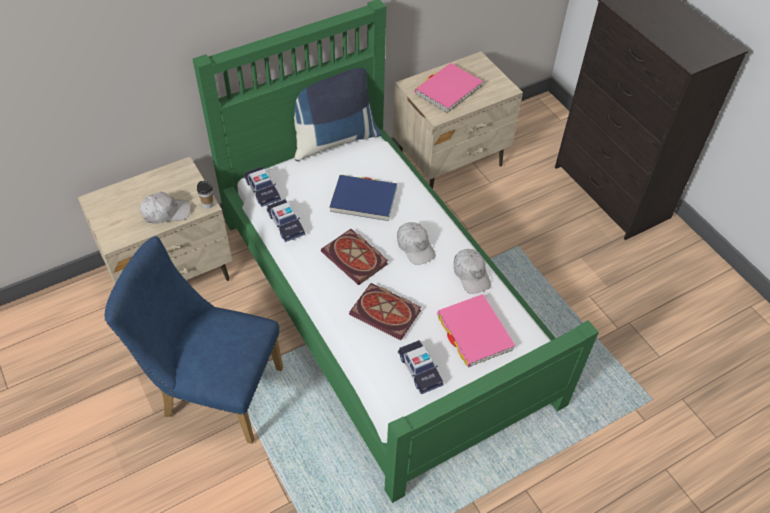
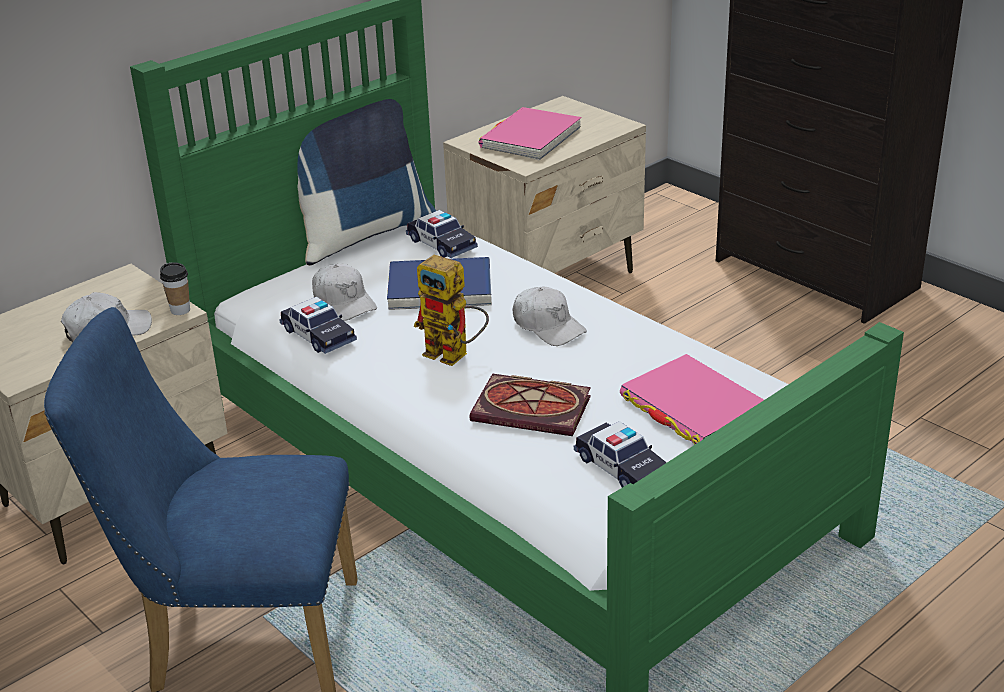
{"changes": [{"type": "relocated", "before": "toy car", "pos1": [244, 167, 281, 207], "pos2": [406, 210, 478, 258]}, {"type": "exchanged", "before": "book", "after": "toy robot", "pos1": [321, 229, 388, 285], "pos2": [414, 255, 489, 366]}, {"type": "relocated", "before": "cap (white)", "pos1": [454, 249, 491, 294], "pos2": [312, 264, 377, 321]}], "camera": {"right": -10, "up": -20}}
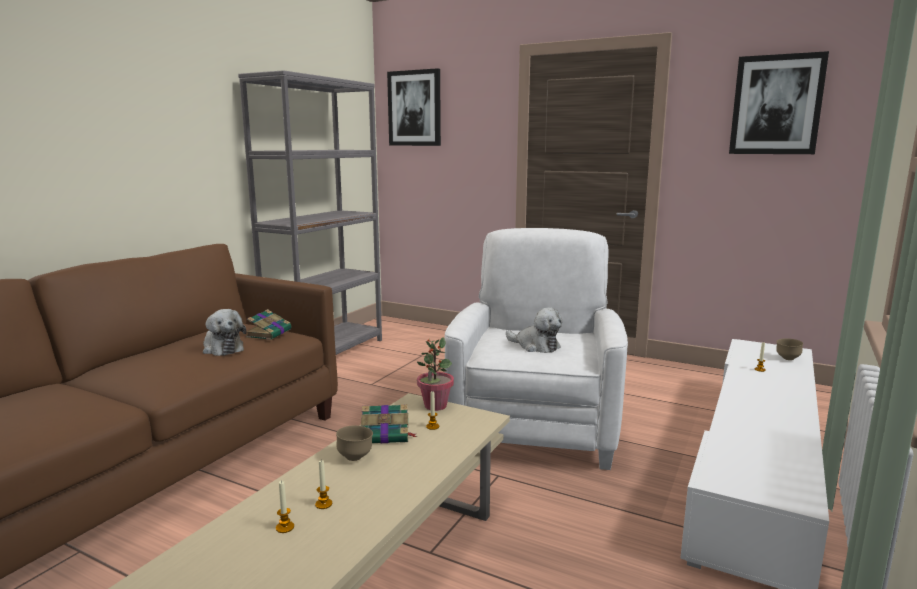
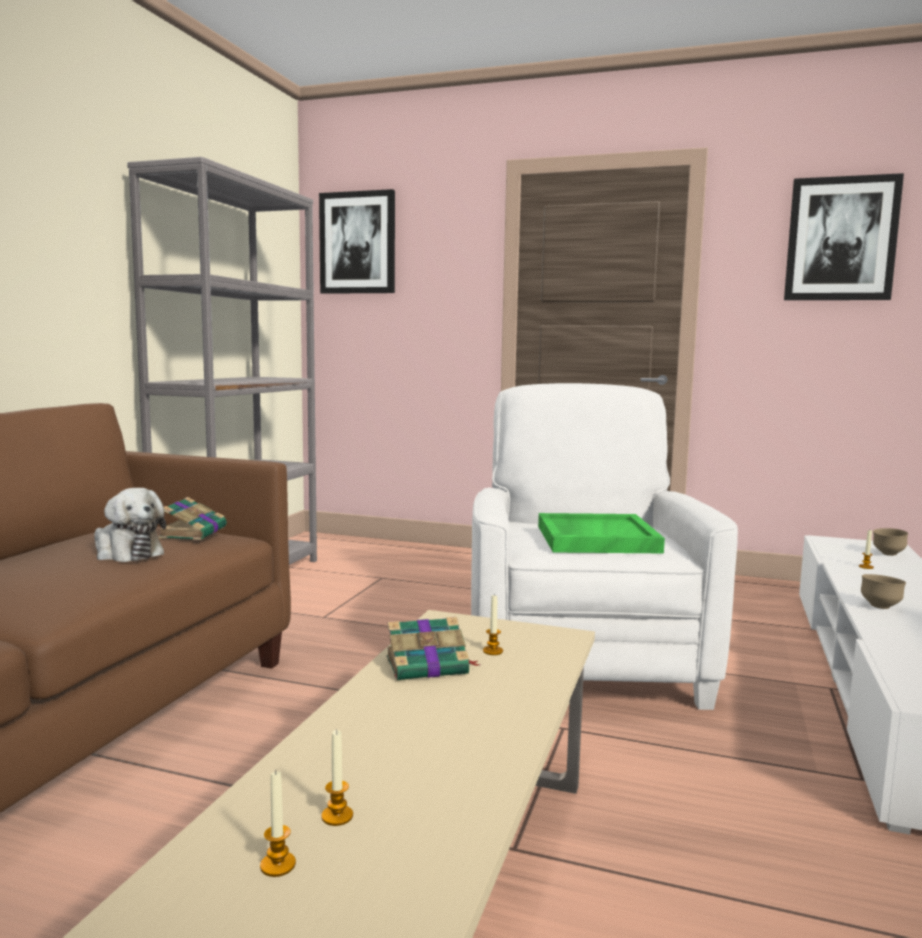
{"changes": [{"type": "relocated", "before": "candle", "pos1": [315, 460, 332, 509], "pos2": [260, 770, 296, 877]}, {"type": "relocated", "before": "bowl (brown)", "pos1": [336, 426, 373, 461], "pos2": [861, 574, 906, 609]}, {"type": "missing", "before": "potted plant", "pos1": [417, 337, 454, 411]}, {"type": "exchanged", "before": "plush toy", "after": "tray (green)", "pos1": [506, 307, 562, 353], "pos2": [538, 513, 665, 553]}], "camera": {"right": -10, "up": -5}}
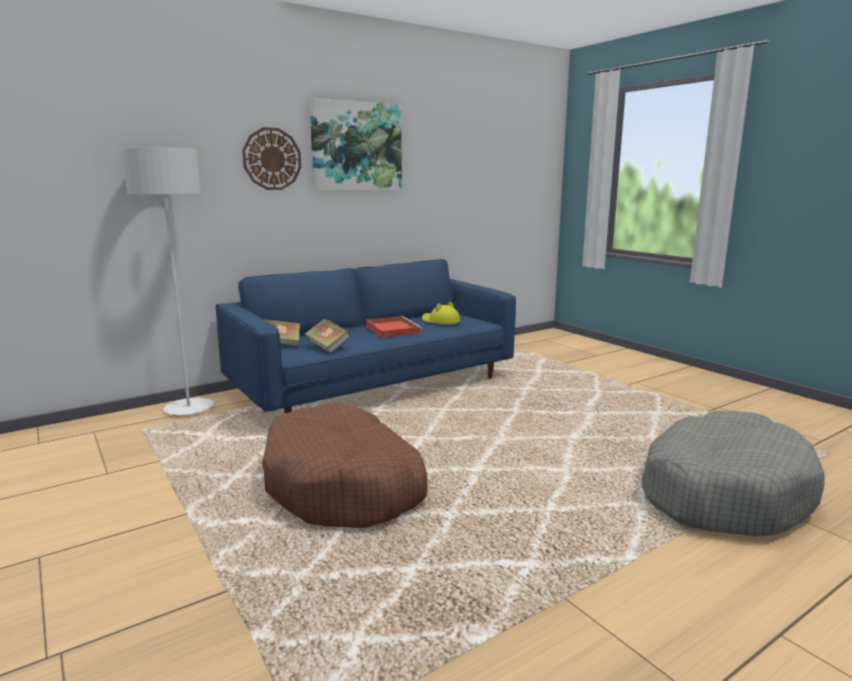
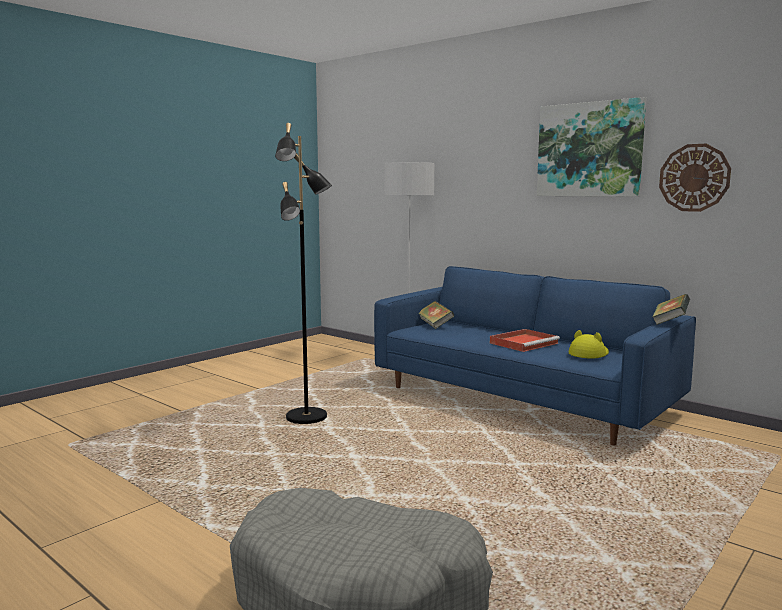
{"changes": [{"type": "relocated", "before": "wall clock", "pos1": [242, 127, 301, 190], "pos2": [659, 144, 731, 212]}, {"type": "exchanged", "before": "dog bed (brown)", "after": "floor lamp (black)", "pos1": [262, 403, 428, 528], "pos2": [275, 123, 332, 424]}, {"type": "relocated", "before": "book", "pos1": [305, 318, 351, 353], "pos2": [652, 294, 690, 325]}], "camera": {"right": 75, "up": -5}}
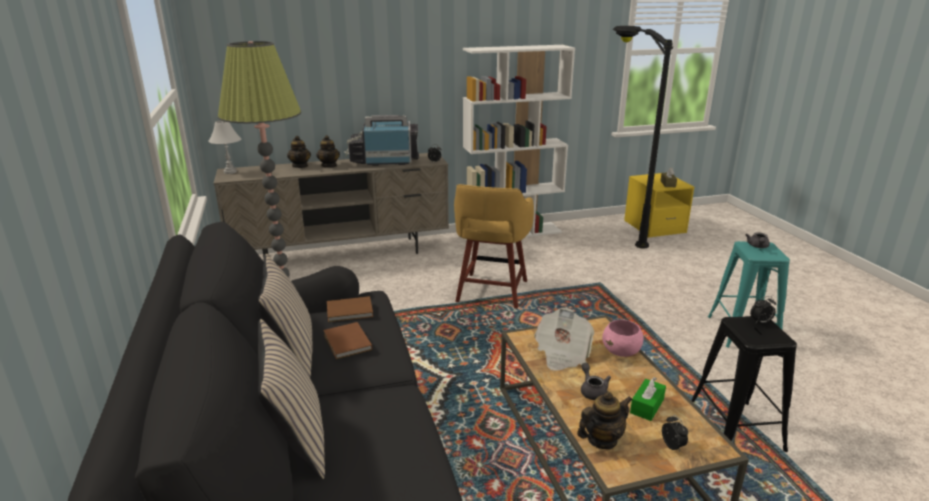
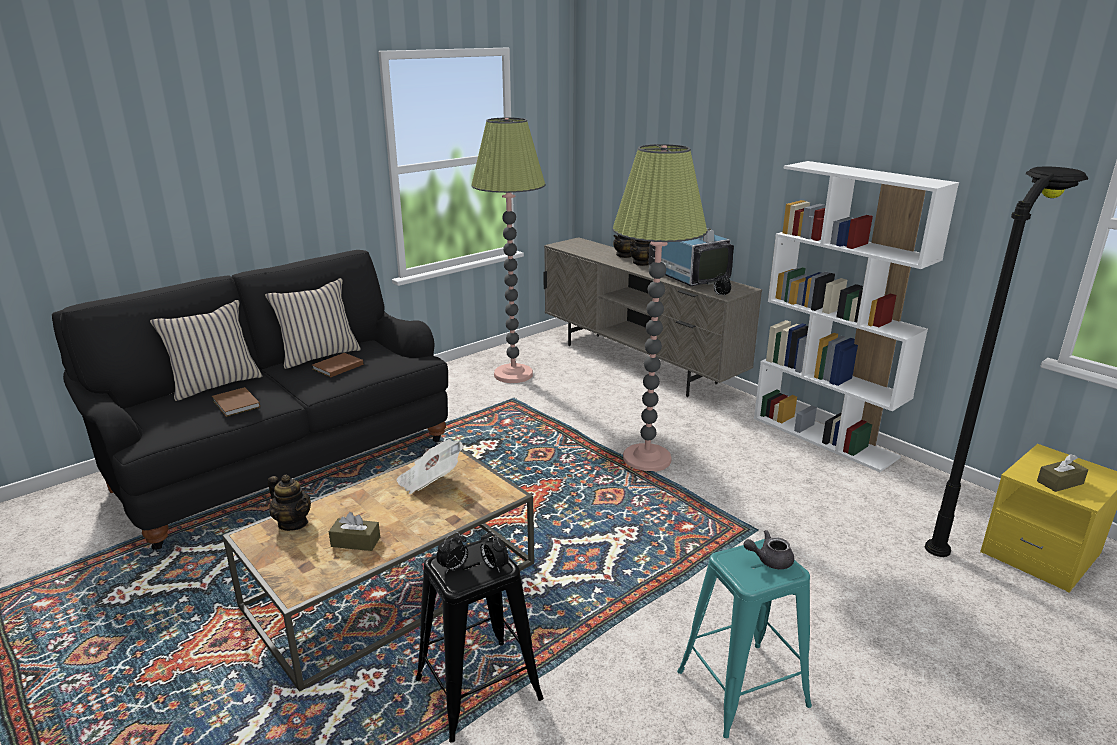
{"changes": [{"type": "missing", "before": "table lamp (white)", "pos1": [208, 120, 242, 174]}, {"type": "relocated", "before": "book (brown)", "pos1": [327, 296, 373, 322], "pos2": [212, 387, 260, 417]}, {"type": "exchanged", "before": "stool (yellow)", "after": "floor lamp", "pos1": [454, 184, 534, 309], "pos2": [613, 144, 707, 472]}, {"type": "missing", "before": "teapot (grey)", "pos1": [581, 363, 611, 400]}, {"type": "missing", "before": "bowl (pink)", "pos1": [602, 319, 644, 357]}, {"type": "colour", "before": "tissue box (green)", "after": "tissue box (brown)", "pos1": [630, 377, 666, 421], "pos2": [329, 512, 380, 551]}, {"type": "relocated", "before": "alarm clock", "pos1": [662, 415, 688, 452], "pos2": [436, 532, 468, 573]}], "camera": {"right": 65, "up": 0}}
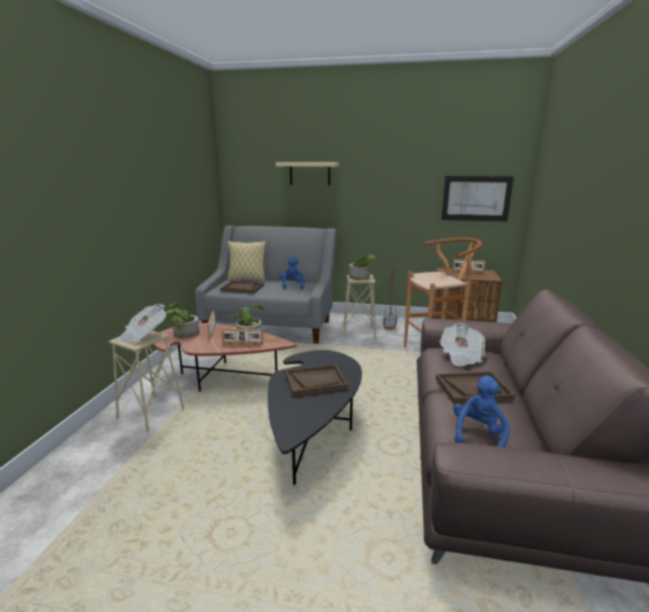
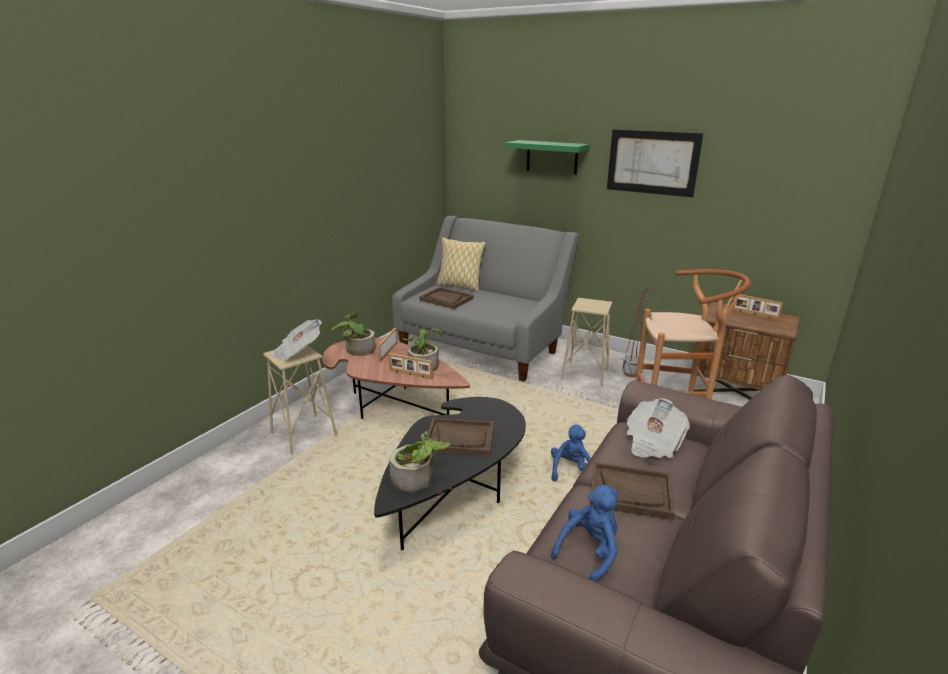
{"changes": [{"type": "colour", "before": "shelf (beige)", "after": "shelf (green)", "pos1": [276, 162, 339, 185], "pos2": [505, 140, 590, 175]}, {"type": "relocated", "before": "plush toy (blue)", "pos1": [279, 257, 305, 289], "pos2": [551, 424, 591, 481]}, {"type": "relocated", "before": "potted plant", "pos1": [349, 254, 376, 280], "pos2": [389, 431, 450, 492]}, {"type": "relocated", "before": "picture", "pos1": [441, 176, 514, 222], "pos2": [607, 129, 703, 197]}], "camera": {"right": 20, "up": 5}}
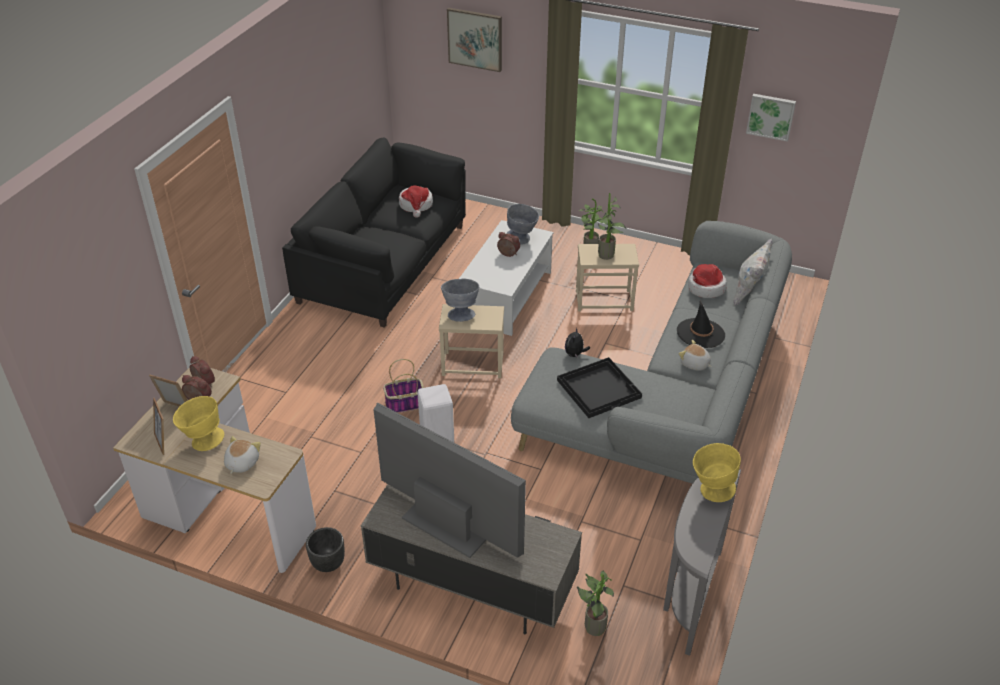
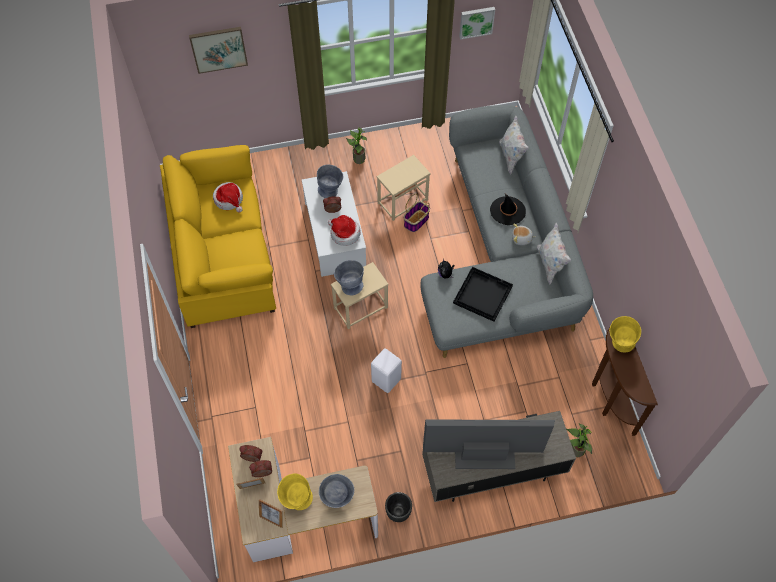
{"changes": [{"type": "exchanged", "before": "plush toy", "after": "bowl (grey)", "pos1": [224, 436, 261, 474], "pos2": [319, 474, 354, 508]}, {"type": "colour", "before": "sofa (black)", "after": "sofa (yellow)", "pos1": [282, 138, 466, 328], "pos2": [160, 145, 276, 328]}, {"type": "relocated", "before": "basket", "pos1": [383, 359, 424, 413], "pos2": [404, 194, 430, 232]}, {"type": "missing", "before": "potted plant", "pos1": [598, 193, 627, 260]}, {"type": "colour", "before": "console table (grey)", "after": "console table (brown)", "pos1": [663, 469, 741, 656], "pos2": [592, 328, 658, 436]}, {"type": "relocated", "before": "hat", "pos1": [688, 264, 727, 298], "pos2": [328, 215, 361, 246]}, {"type": "appeared", "after": "pillow (white)", "pos2": [537, 223, 571, 284]}], "camera": {"right": -35, "up": 20}}
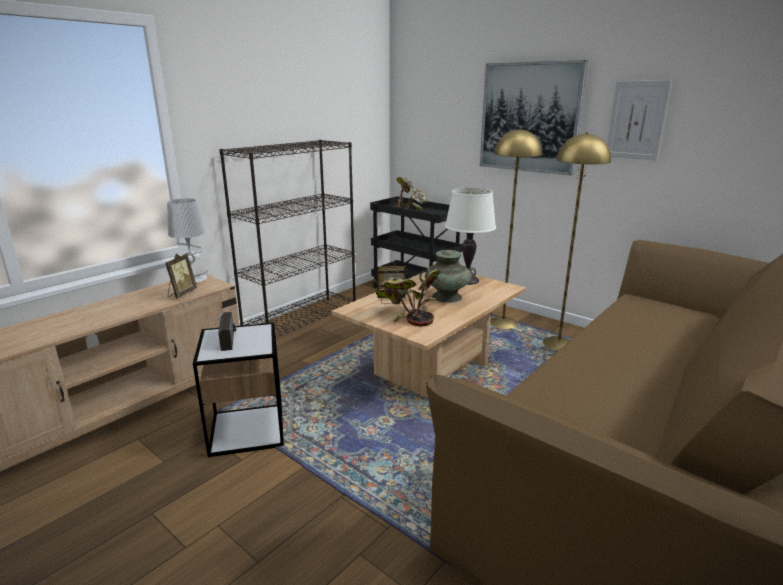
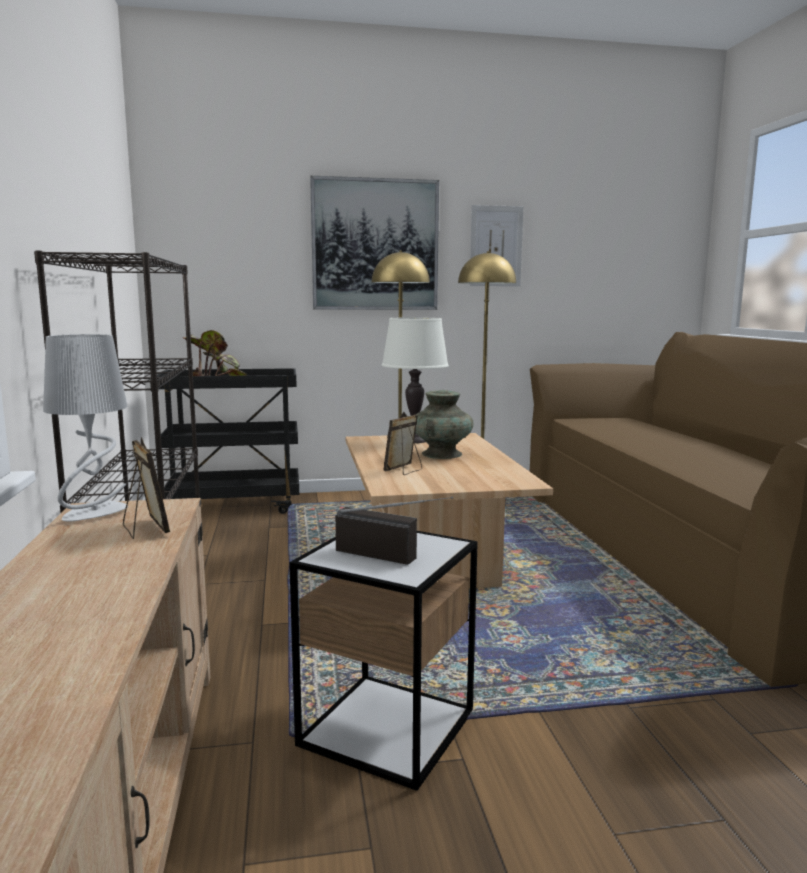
{"changes": [{"type": "missing", "before": "potted plant", "pos1": [374, 269, 440, 326]}], "camera": {"right": -50, "up": -10}}
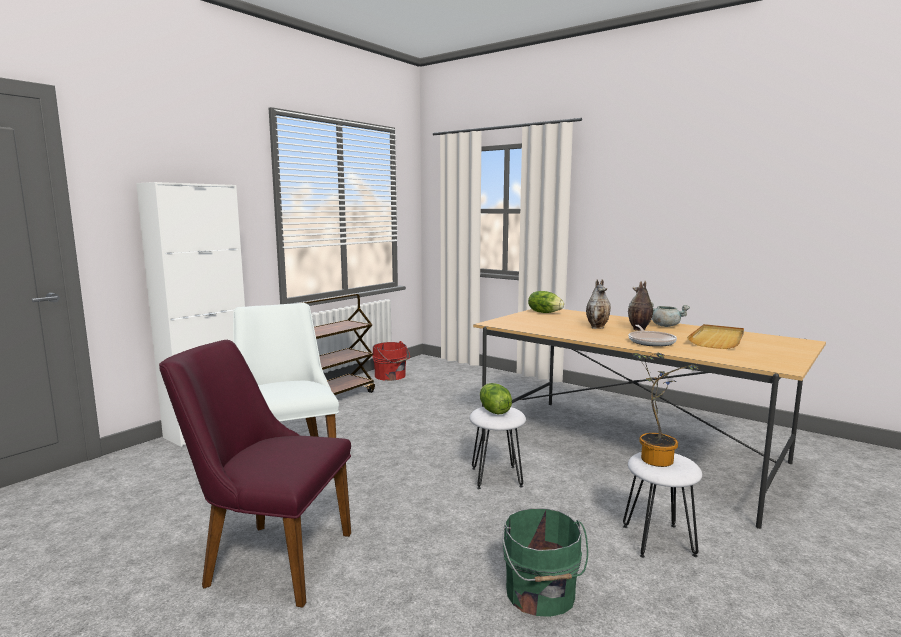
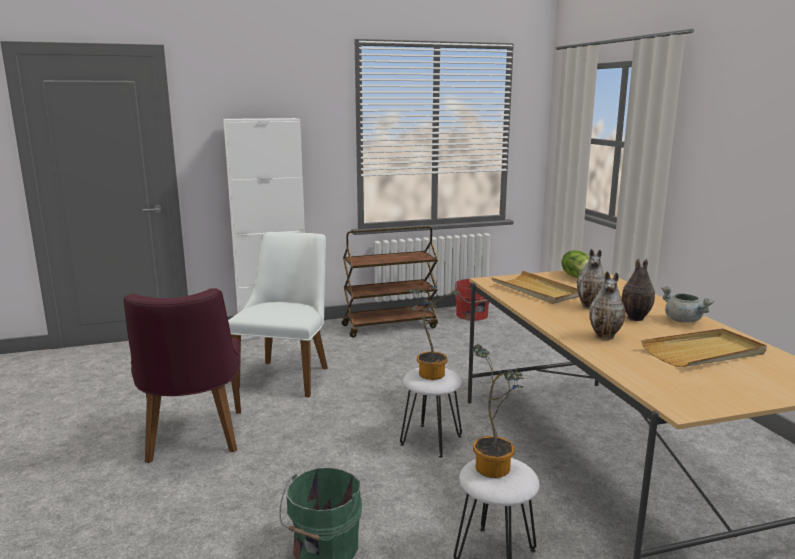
{"changes": [{"type": "spun", "before": "chair (purple)", "pos1": [159, 340, 351, 608], "pos2": [124, 288, 241, 463], "turn": -150}, {"type": "exchanged", "before": "lettuce", "after": "potted plant", "pos1": [480, 383, 512, 414], "pos2": [408, 286, 460, 380]}, {"type": "exchanged", "before": "frying pan", "after": "vase", "pos1": [628, 325, 677, 347], "pos2": [589, 271, 625, 340]}, {"type": "appeared", "after": "tray (beige)", "pos2": [491, 271, 579, 304]}], "camera": {"right": 35, "up": 5}}
